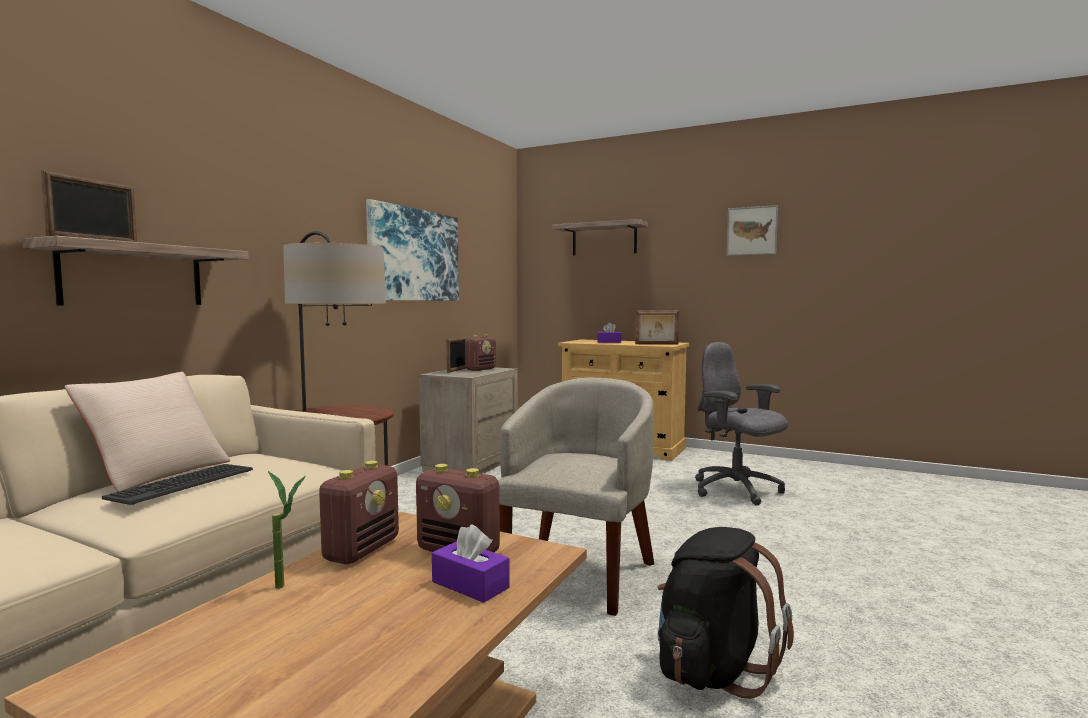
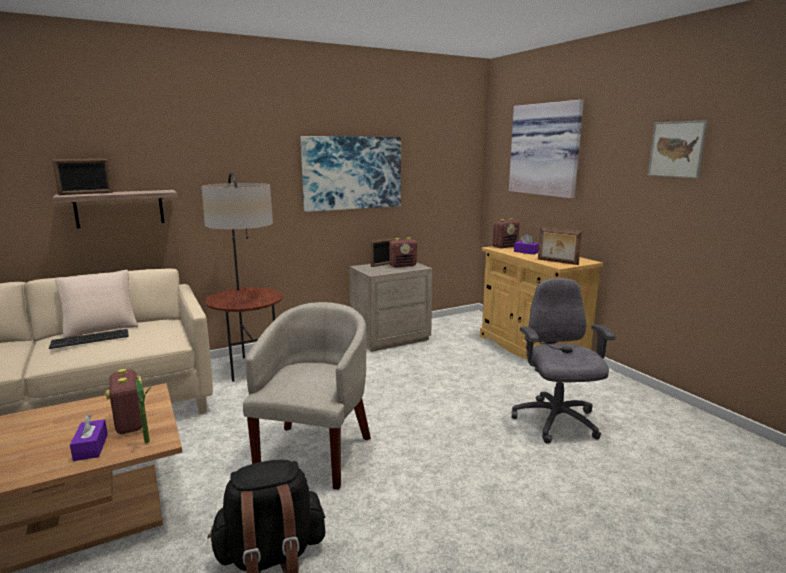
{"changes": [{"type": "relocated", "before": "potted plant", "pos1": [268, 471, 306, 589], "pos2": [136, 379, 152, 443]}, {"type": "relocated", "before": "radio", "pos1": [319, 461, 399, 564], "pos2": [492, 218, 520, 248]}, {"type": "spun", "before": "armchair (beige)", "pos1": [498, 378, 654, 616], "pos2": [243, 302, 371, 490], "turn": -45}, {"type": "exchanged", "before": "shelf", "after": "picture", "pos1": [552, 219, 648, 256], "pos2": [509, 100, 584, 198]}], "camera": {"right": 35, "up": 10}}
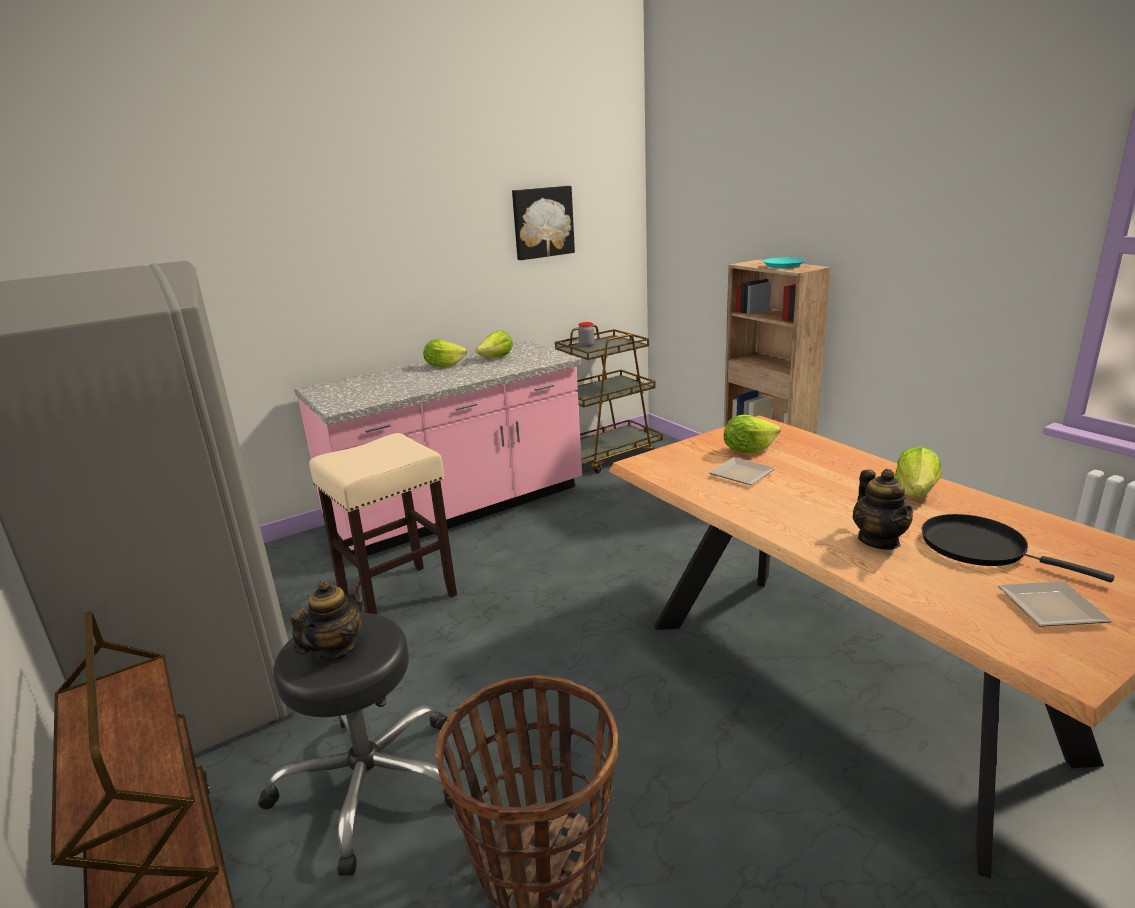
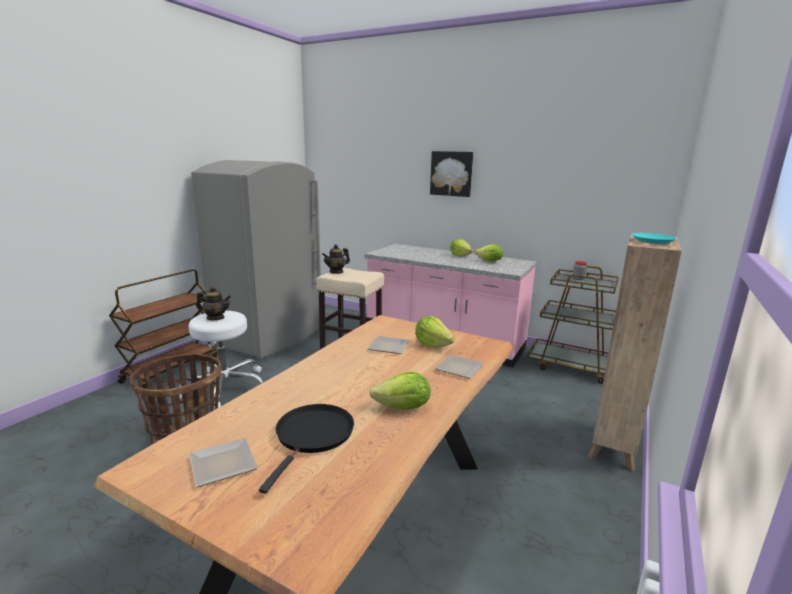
{"changes": [{"type": "colour", "before": "stool (black)", "after": "stool (white)", "pos1": [258, 613, 453, 876], "pos2": [179, 311, 264, 410]}, {"type": "relocated", "before": "picture", "pos1": [512, 186, 575, 260], "pos2": [430, 151, 473, 197]}, {"type": "relocated", "before": "teapot", "pos1": [852, 469, 913, 550], "pos2": [322, 244, 350, 274]}, {"type": "appeared", "after": "plate", "pos2": [434, 355, 484, 379]}], "camera": {"right": 60, "up": -5}}
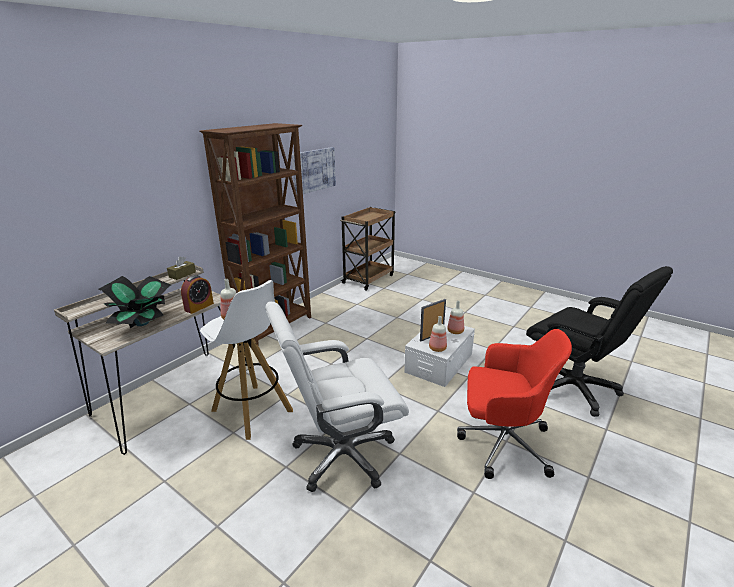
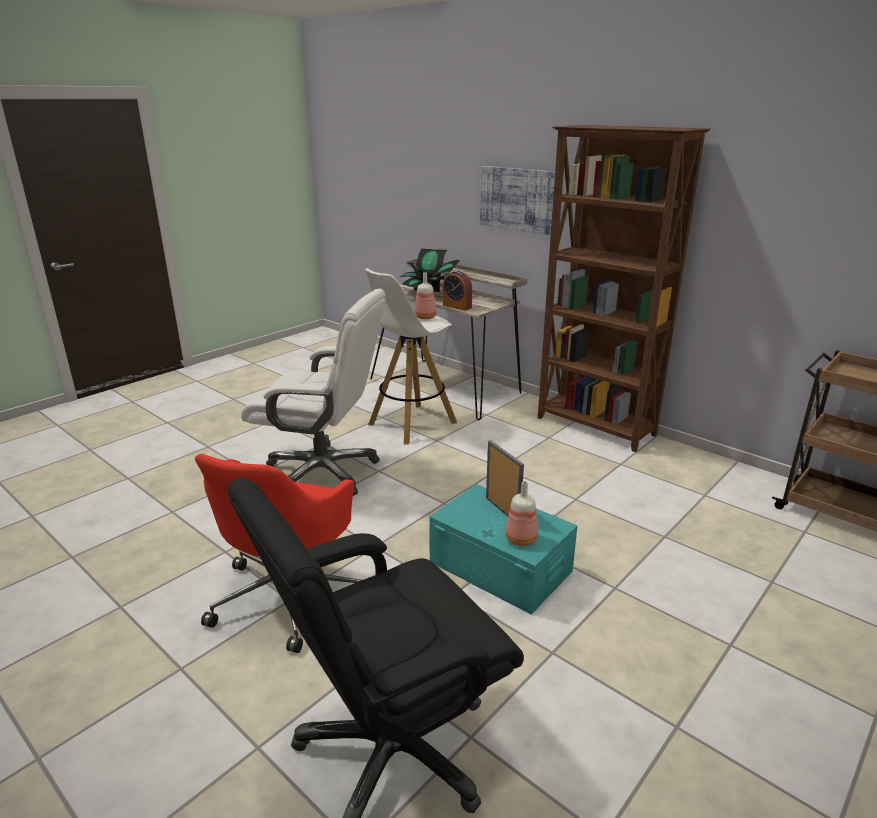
{"changes": [{"type": "missing", "before": "tissue box (brown)", "pos1": [167, 256, 196, 280]}, {"type": "spun", "before": "office chair (white)", "pos1": [265, 301, 409, 492], "pos2": [241, 289, 386, 496], "turn": 120}, {"type": "relocated", "before": "picture", "pos1": [292, 147, 336, 194], "pos2": [480, 166, 555, 235]}, {"type": "colour", "before": "storage box (white)", "after": "storage box (turquoise)", "pos1": [404, 320, 475, 387], "pos2": [429, 484, 578, 615]}, {"type": "missing", "before": "bottle", "pos1": [429, 316, 447, 352]}], "camera": {"right": 95, "up": 0}}
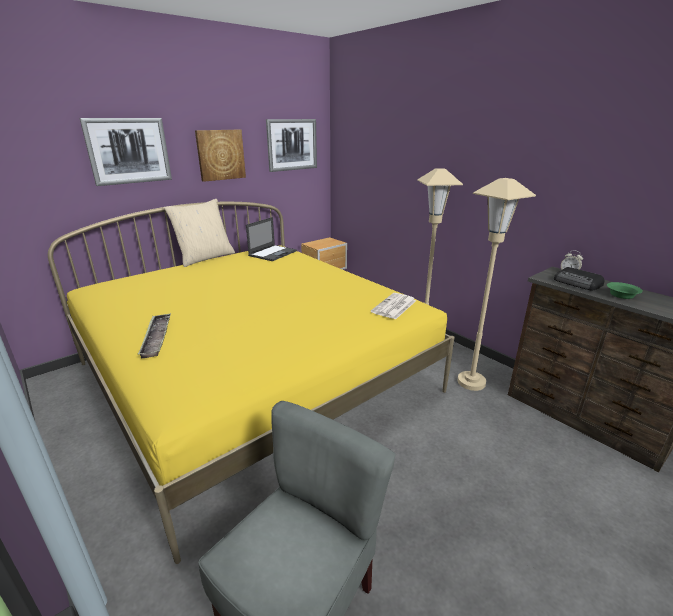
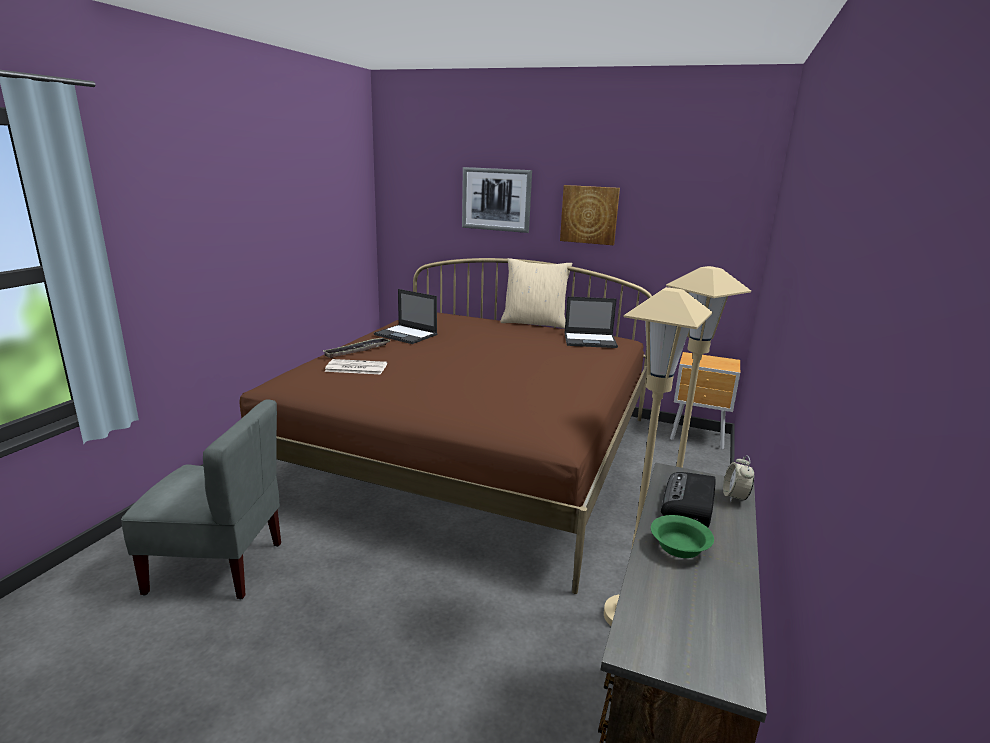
{"changes": [{"type": "colour", "before": "bed (yellow)", "after": "bed (brown)", "pos1": [48, 202, 454, 564], "pos2": [239, 258, 652, 594]}, {"type": "missing", "before": "picture", "pos1": [266, 119, 317, 172]}, {"type": "relocated", "before": "newspaper", "pos1": [371, 293, 416, 319], "pos2": [324, 359, 387, 374]}, {"type": "appeared", "after": "laptop", "pos2": [374, 289, 437, 344]}], "camera": {"right": 60, "up": -5}}
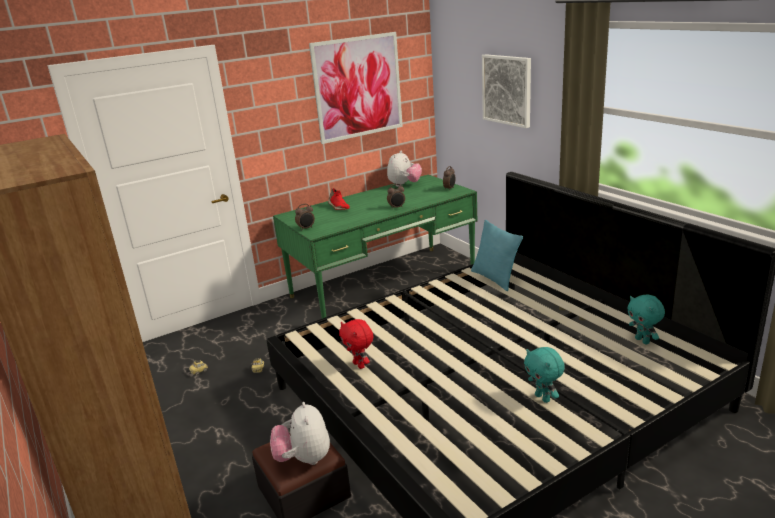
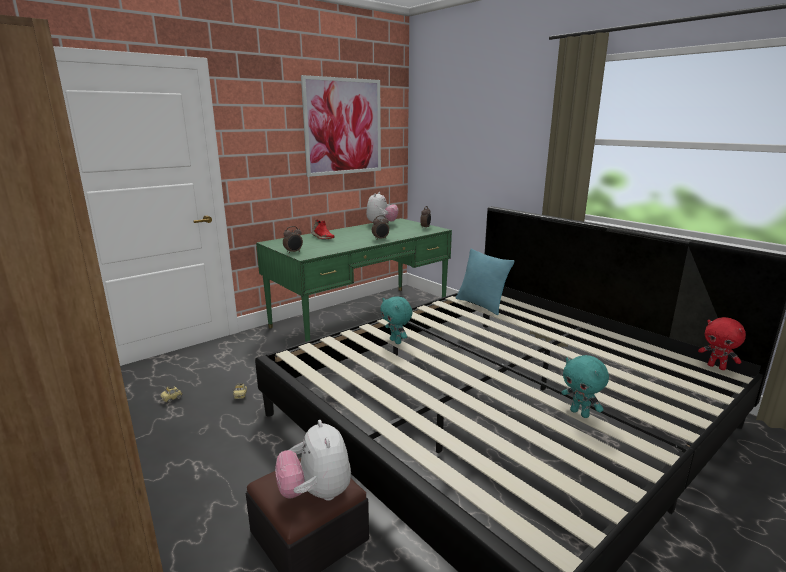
{"changes": [{"type": "relocated", "before": "plush toy (red)", "pos1": [339, 319, 373, 369], "pos2": [698, 317, 746, 370]}, {"type": "missing", "before": "picture", "pos1": [482, 54, 531, 128]}, {"type": "relocated", "before": "plush toy (turquoise)", "pos1": [627, 294, 665, 344], "pos2": [380, 296, 413, 344]}], "camera": {"right": -10, "up": -5}}
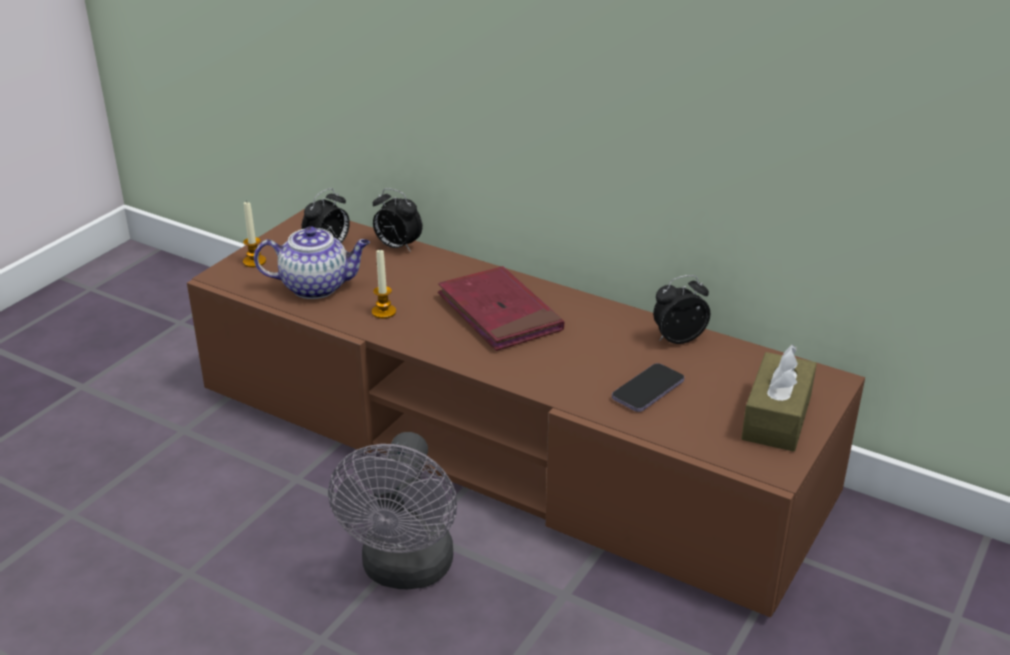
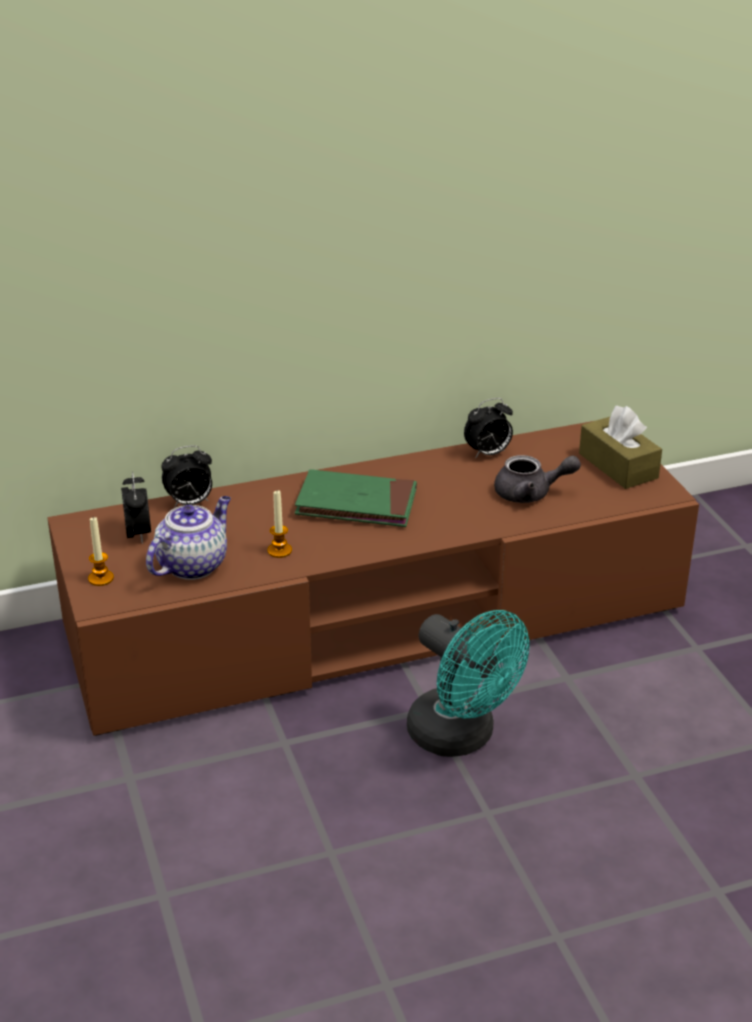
{"changes": [{"type": "colour", "before": "fan (grey)", "after": "fan (turquoise)", "pos1": [328, 432, 457, 589], "pos2": [407, 610, 529, 757]}, {"type": "colour", "before": "book (red)", "after": "book (green)", "pos1": [438, 266, 564, 351], "pos2": [295, 469, 417, 527]}, {"type": "exchanged", "before": "phone", "after": "teapot (grey)", "pos1": [612, 363, 684, 412], "pos2": [494, 455, 581, 503]}, {"type": "spun", "before": "alarm clock", "pos1": [653, 275, 710, 344], "pos2": [464, 398, 513, 459], "turn": -135}], "camera": {"right": -50, "up": 0}}
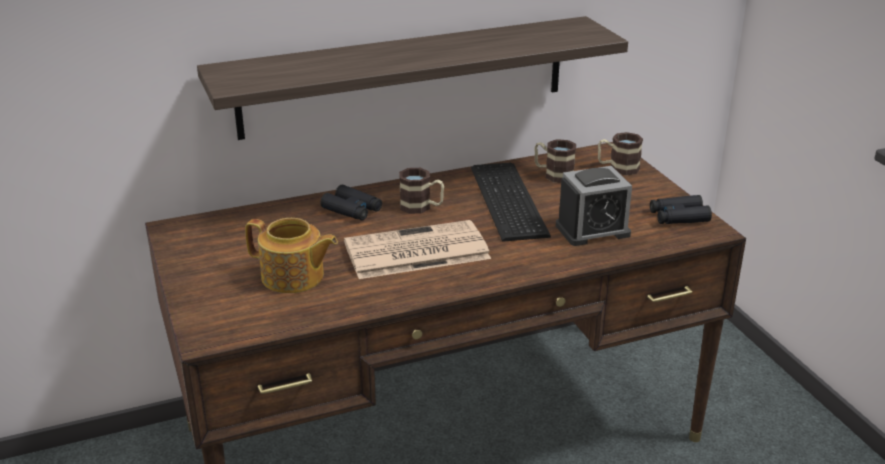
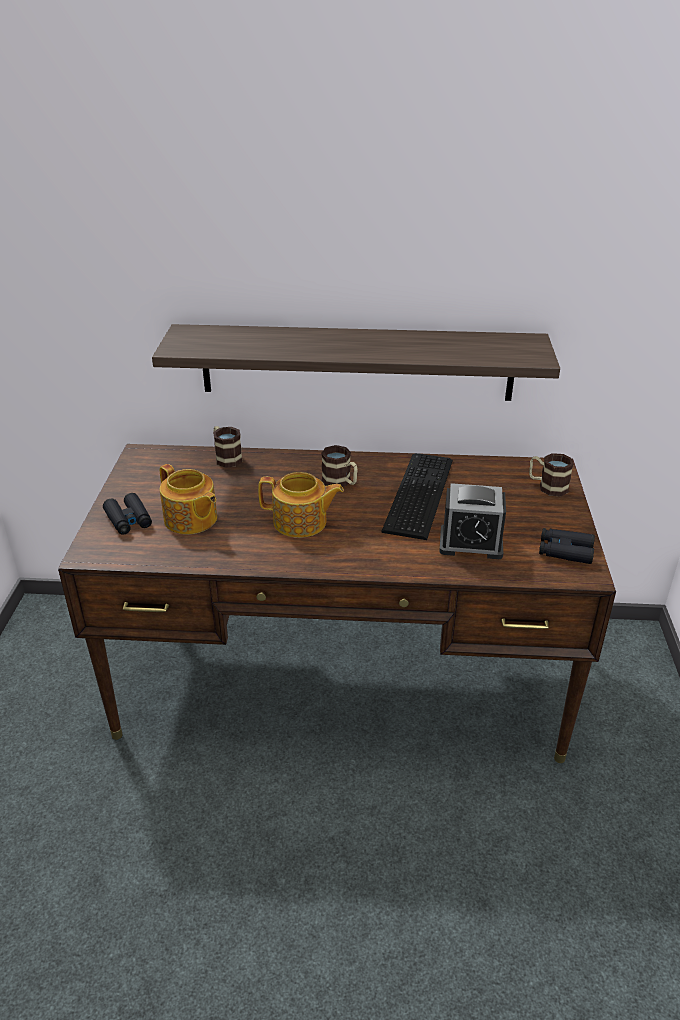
{"changes": [{"type": "relocated", "before": "binoculars (black)", "pos1": [320, 185, 382, 221], "pos2": [103, 493, 152, 535]}, {"type": "exchanged", "before": "newspaper", "after": "teapot", "pos1": [344, 220, 491, 279], "pos2": [258, 472, 344, 538]}, {"type": "relocated", "before": "mug", "pos1": [534, 139, 576, 183], "pos2": [213, 426, 243, 468]}], "camera": {"right": 25, "up": 5}}
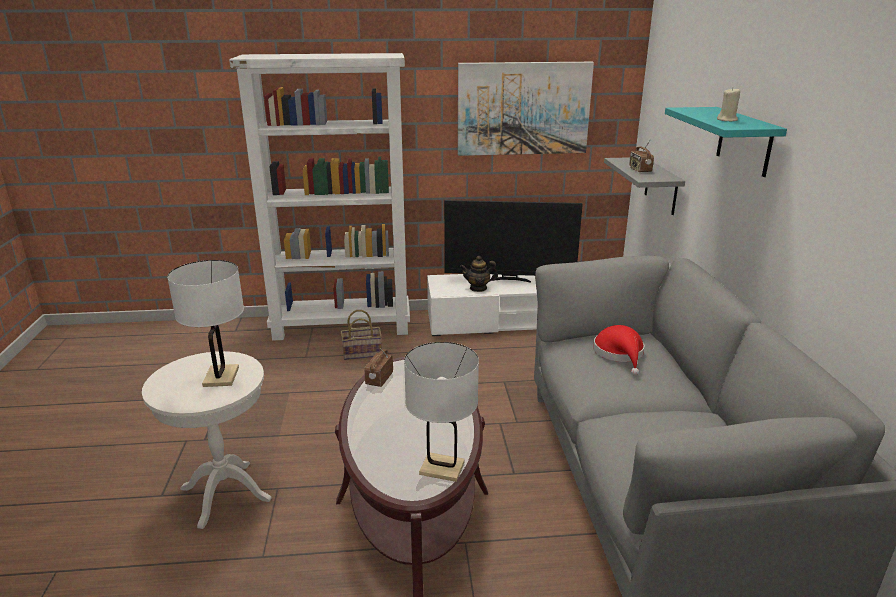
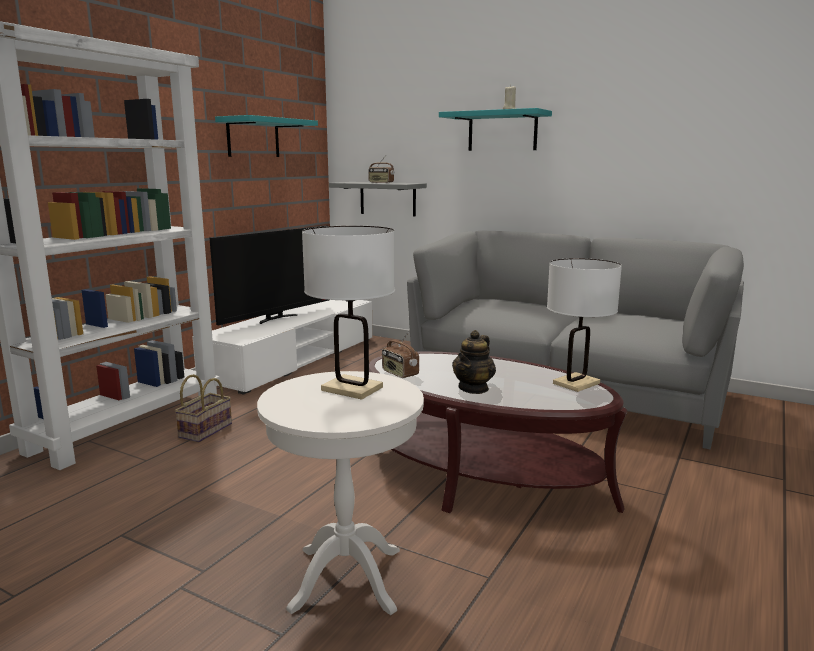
{"changes": [{"type": "exchanged", "before": "picture", "after": "shelf (turquoise)", "pos1": [458, 62, 594, 156], "pos2": [215, 115, 318, 157]}, {"type": "relocated", "before": "teapot", "pos1": [460, 256, 498, 292], "pos2": [452, 330, 496, 394]}, {"type": "missing", "before": "hat (red)", "pos1": [593, 325, 645, 375]}], "camera": {"right": -55, "up": -10}}
